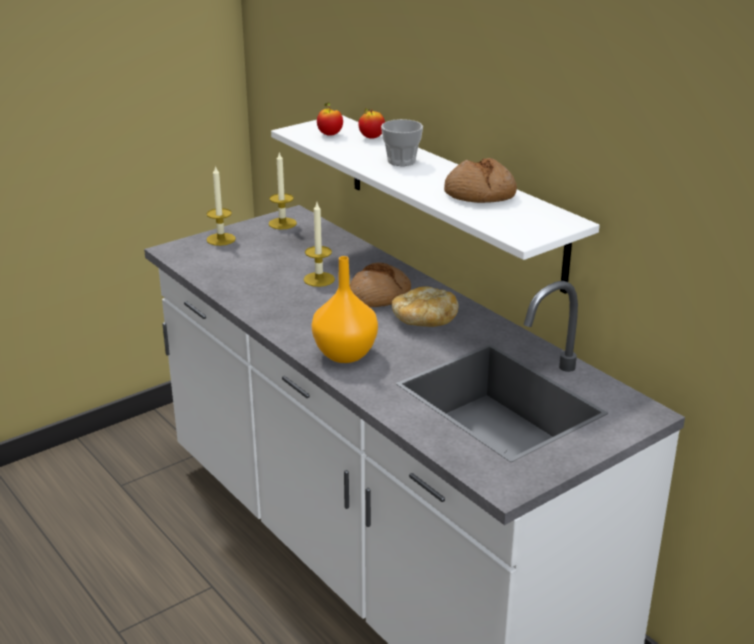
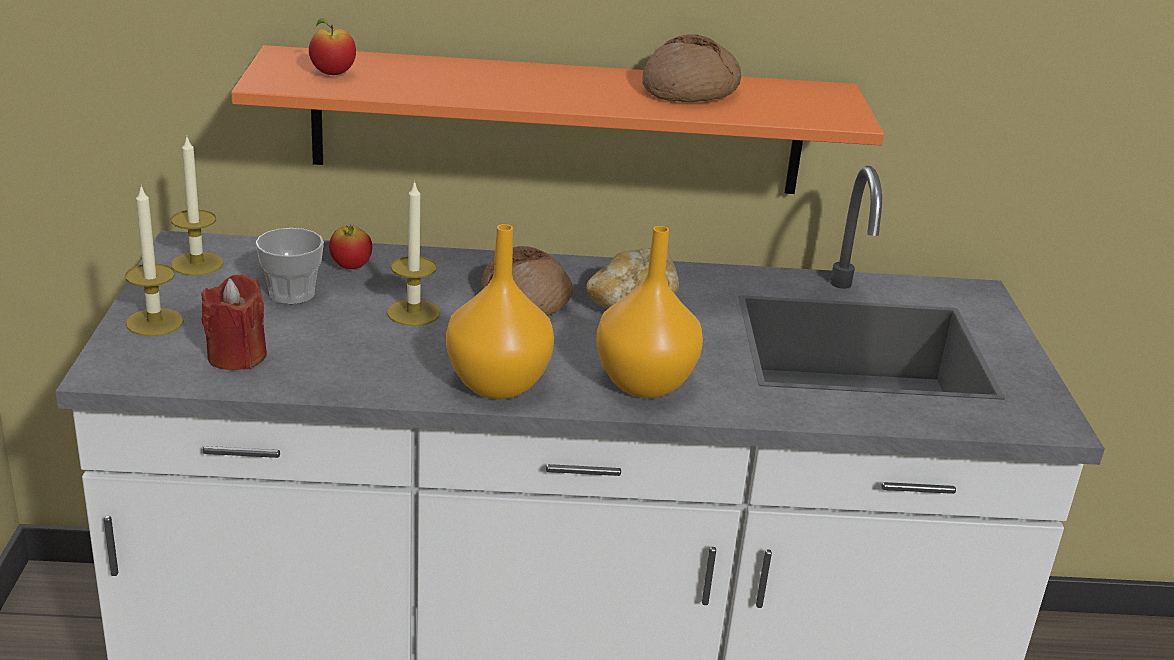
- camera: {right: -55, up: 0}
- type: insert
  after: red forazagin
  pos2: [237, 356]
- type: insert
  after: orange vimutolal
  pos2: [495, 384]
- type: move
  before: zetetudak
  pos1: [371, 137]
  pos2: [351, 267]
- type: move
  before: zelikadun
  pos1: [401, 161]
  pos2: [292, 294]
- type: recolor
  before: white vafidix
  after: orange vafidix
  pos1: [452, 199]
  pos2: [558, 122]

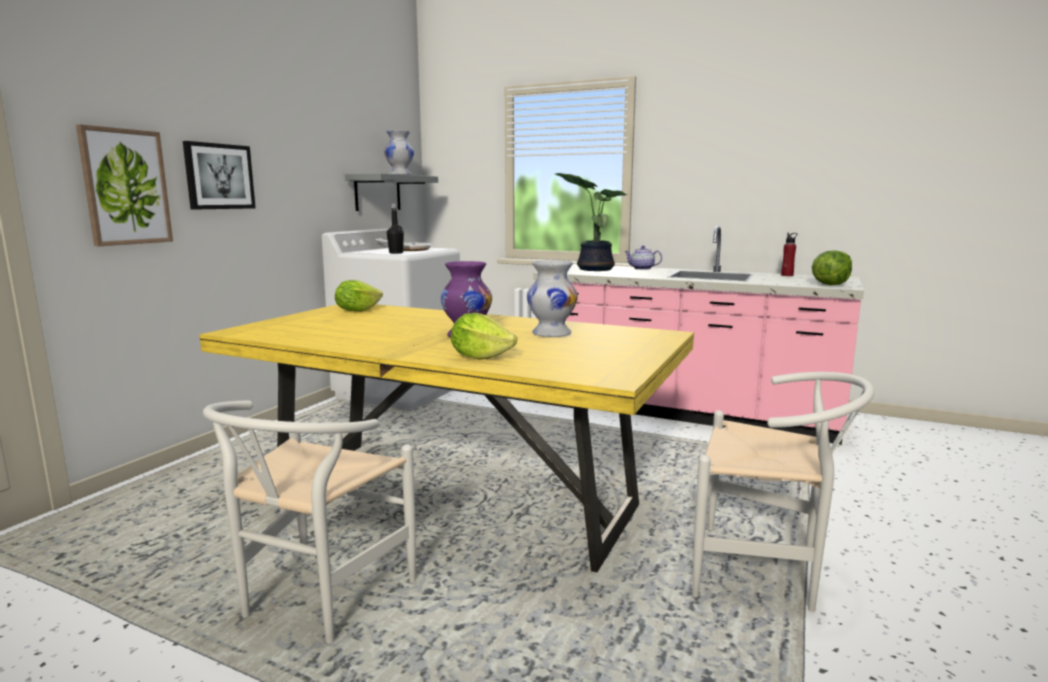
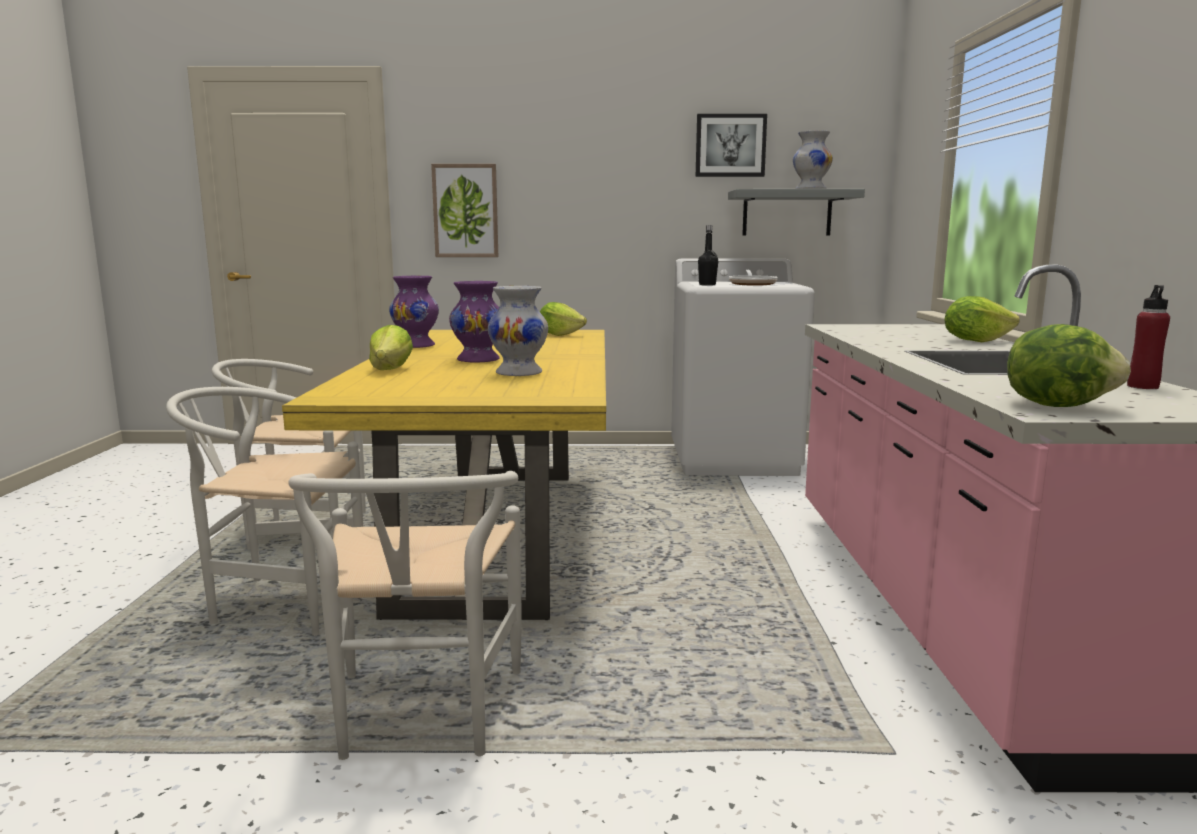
- camera: {right: 65, up: 0}
- type: delete
  before: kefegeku
  pos1: [593, 269]
- type: insert
  after: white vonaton
  pos2: [278, 601]
- type: insert
  after: purple vimutolal
  pos2: [415, 346]
- type: move
  before: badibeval
  pos1: [219, 176]
  pos2: [730, 145]
- type: replace
  before: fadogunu
  after: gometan
  pos1: [641, 269]
  pos2: [975, 341]

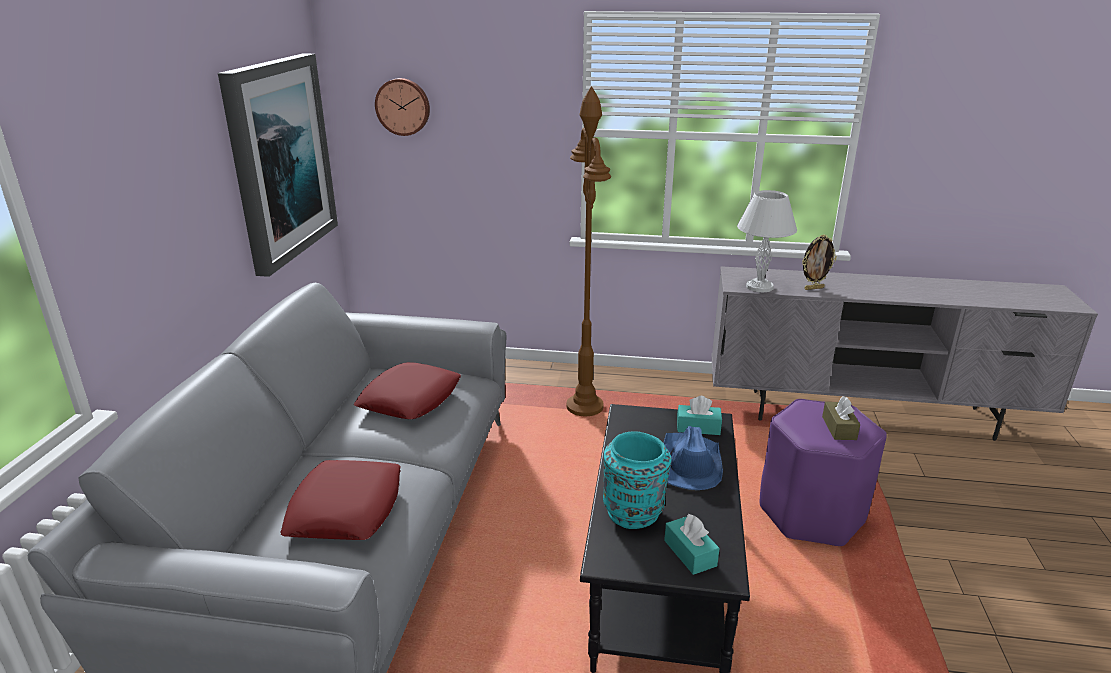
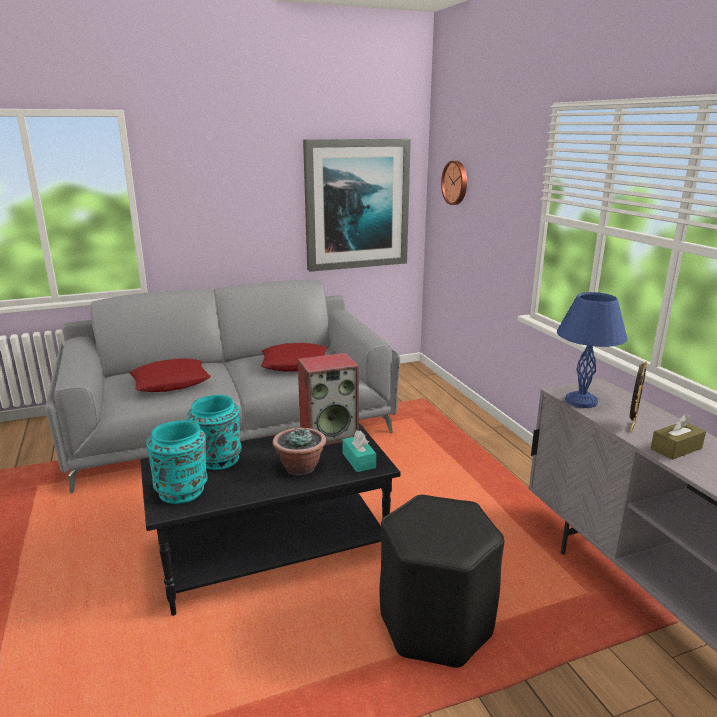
- camera: {right: 60, up: -5}
- type: delete
  before: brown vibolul
  pos1: [584, 407]
- type: insert
  after: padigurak
  pos2: [329, 434]
- type: move
  before: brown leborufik
  pos1: [839, 428]
  pos2: [676, 448]
- type: replace
  before: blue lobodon
  after: kefegeku
  pos1: [689, 463]
  pos2: [300, 468]
- type: replace
  before: turquoise leborufik
  after: turquoise vimutolal
  pos1: [690, 553]
  pos2: [183, 491]
- type: recolor
  before: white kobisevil
  after: blue kobisevil
  pos1: [758, 286]
  pos2: [581, 401]
- type: recolor
  before: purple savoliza
  after: black savoliza
  pos1: [811, 514]
  pos2: [436, 624]
- type: rotate
  before: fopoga
  pos1: [813, 288]
  pos2: [631, 427]
  turn: -105

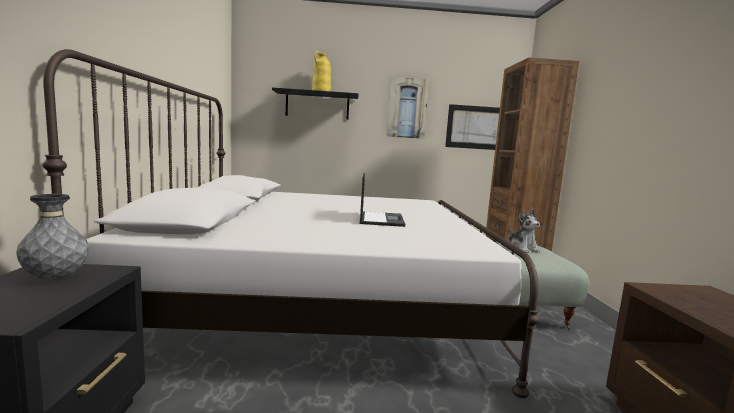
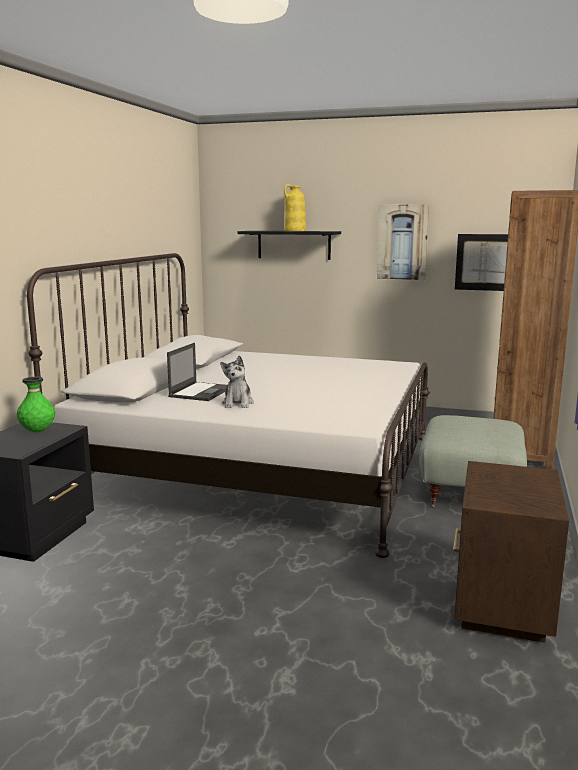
- camera: {right: 20, up: 5}
- type: move
  before: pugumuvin
  pos1: [381, 219]
  pos2: [201, 392]
- type: move
  before: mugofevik
  pos1: [522, 248]
  pos2: [238, 403]
- type: recolor
  before: grey vimutolal
  after: green vimutolal
  pos1: [56, 278]
  pos2: [37, 431]

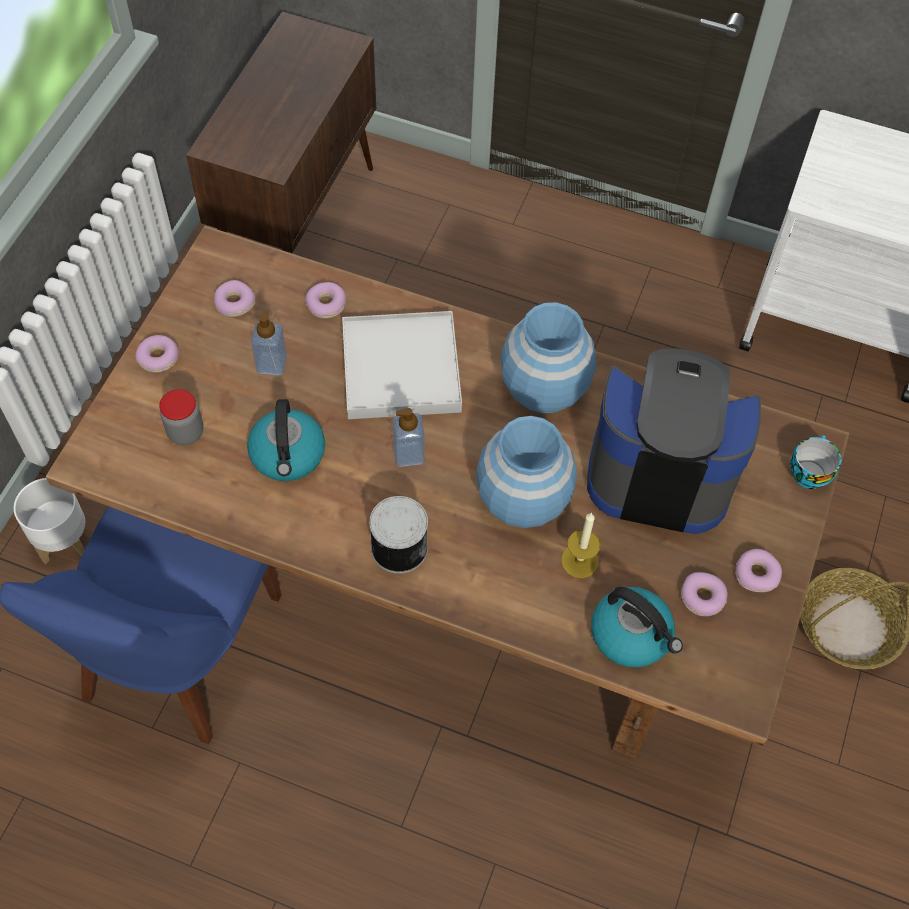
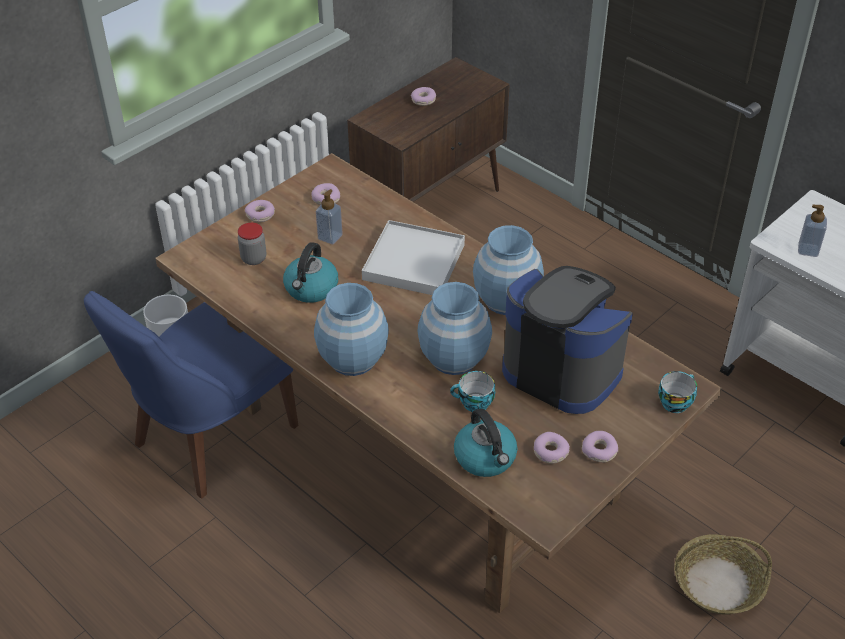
- camera: {right: 25, up: -15}
- type: move
  before: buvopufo
  pos1: [326, 305]
  pos2: [423, 100]
- type: move
  before: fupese
  pos1: [408, 454]
  pos2: [808, 250]
- type: replace
  before: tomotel
  after: blue vimutolal
  pos1: [398, 547]
  pos2: [353, 359]
- type: replace
  before: forazagin
  after: zelikadun
  pos1: [579, 561]
  pos2: [474, 404]

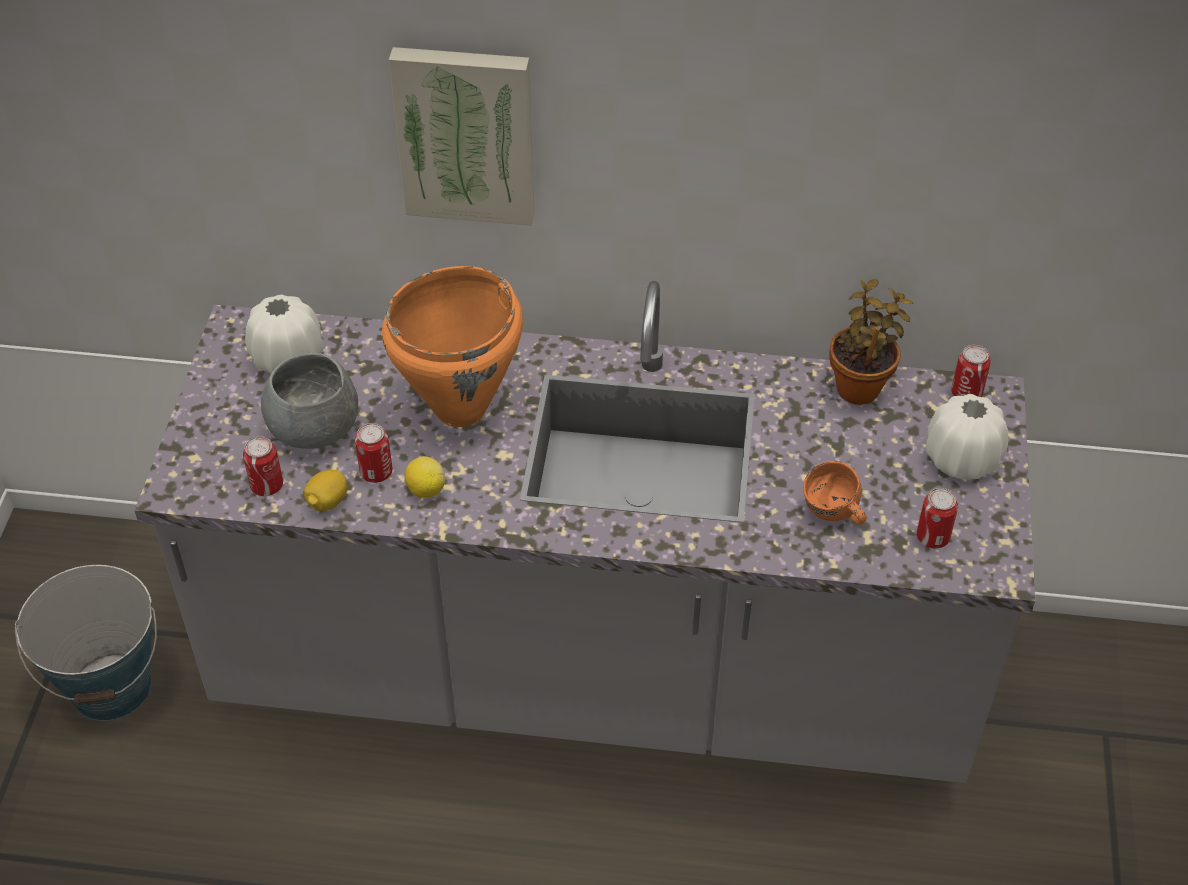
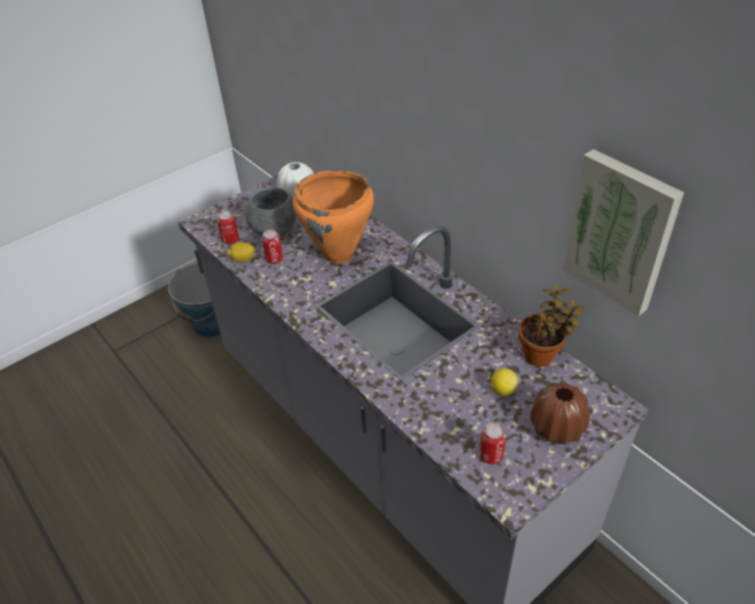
- camera: {right: 45, up: -5}
- type: delete
  before: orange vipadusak
  pos1: [833, 515]
- type: delete
  before: tomotel
  pos1: [966, 393]
- type: move
  before: badibeval
  pos1: [466, 133]
  pos2: [621, 231]
- type: move
  before: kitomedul
  pos1: [426, 489]
  pos2: [503, 390]
- type: recolor
  before: white vimutolal
  after: brown vimutolal
  pos1: [962, 459]
  pos2: [557, 427]

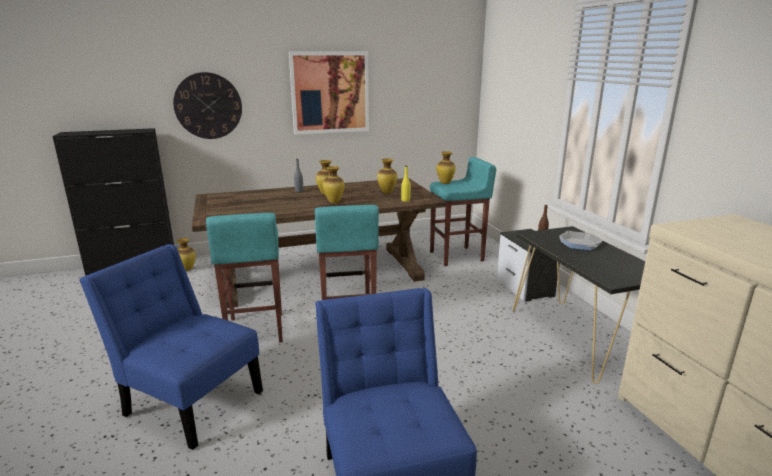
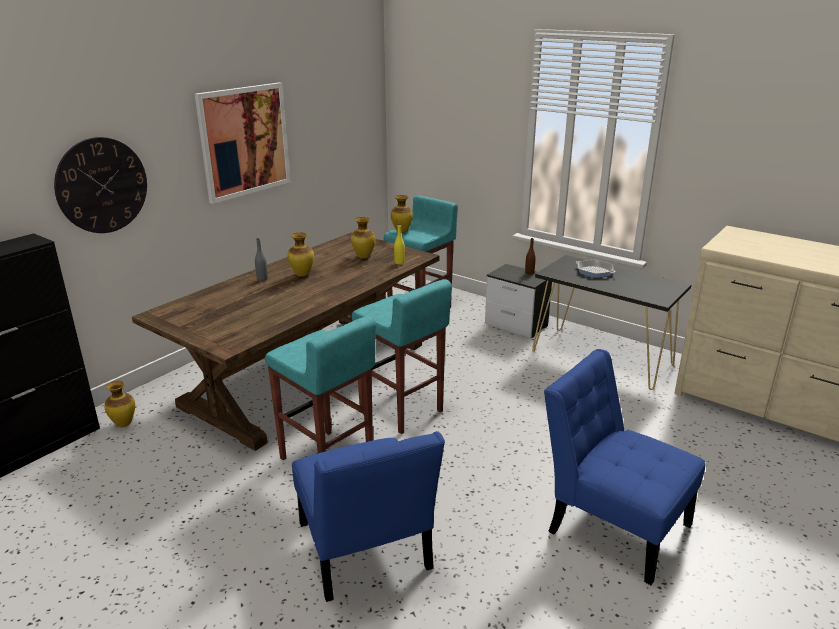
- camera: {right: -35, up: 5}
- type: delete
  before: vimutolal
  pos1: [333, 202]
- type: rotate
  before: blue vonaton
  pos1: [190, 400]
  pos2: [365, 552]
  turn: -105

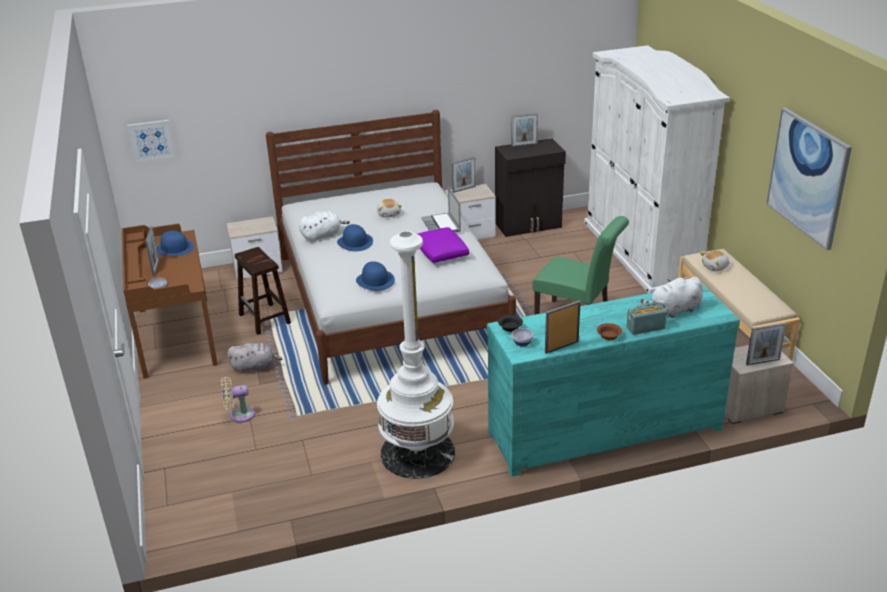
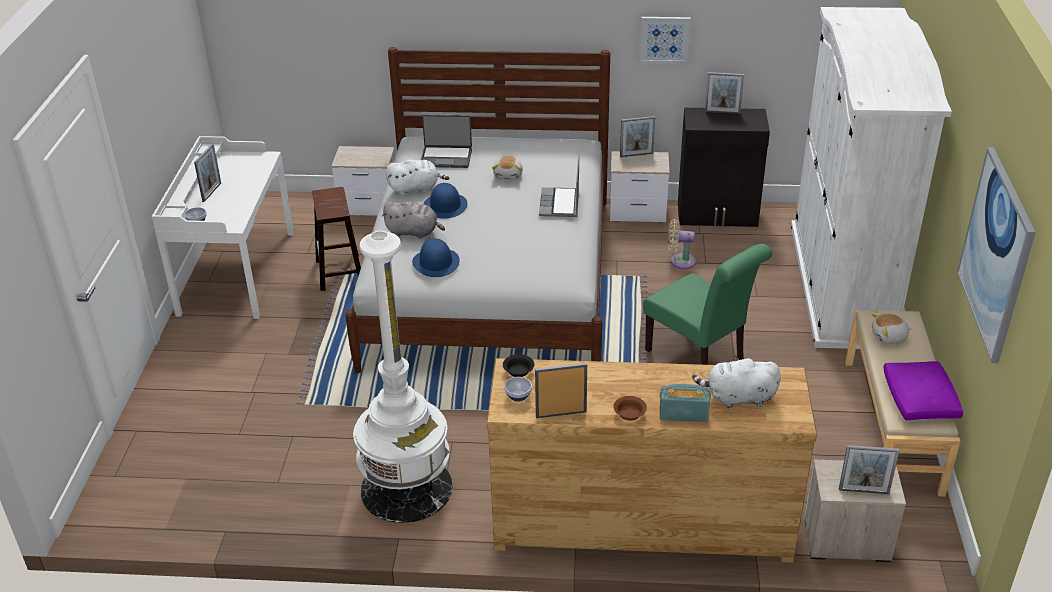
- camera: {right: 20, up: 5}
- type: delete
  before: blue lobodon
  pos1: [175, 248]
- type: insert
  after: pugumuvin
  pos2: [446, 157]
- type: move
  before: badibeval
  pos1: [151, 140]
  pos2: [664, 39]
- type: move
  before: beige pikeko
  pos1: [239, 415]
  pos2: [680, 261]
- type: move
  before: grey mugofevik
  pos1: [254, 367]
  pos2: [414, 232]
- type: move
  before: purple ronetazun
  pos1: [440, 252]
  pos2: [919, 399]
- type: recolor
  before: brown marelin
  after: white marelin
  pos1: [176, 336]
  pos2: [236, 272]
- type: recolor
  before: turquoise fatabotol
  after: brown fatabotol
  pos1: [603, 430]
  pos2: [641, 520]

